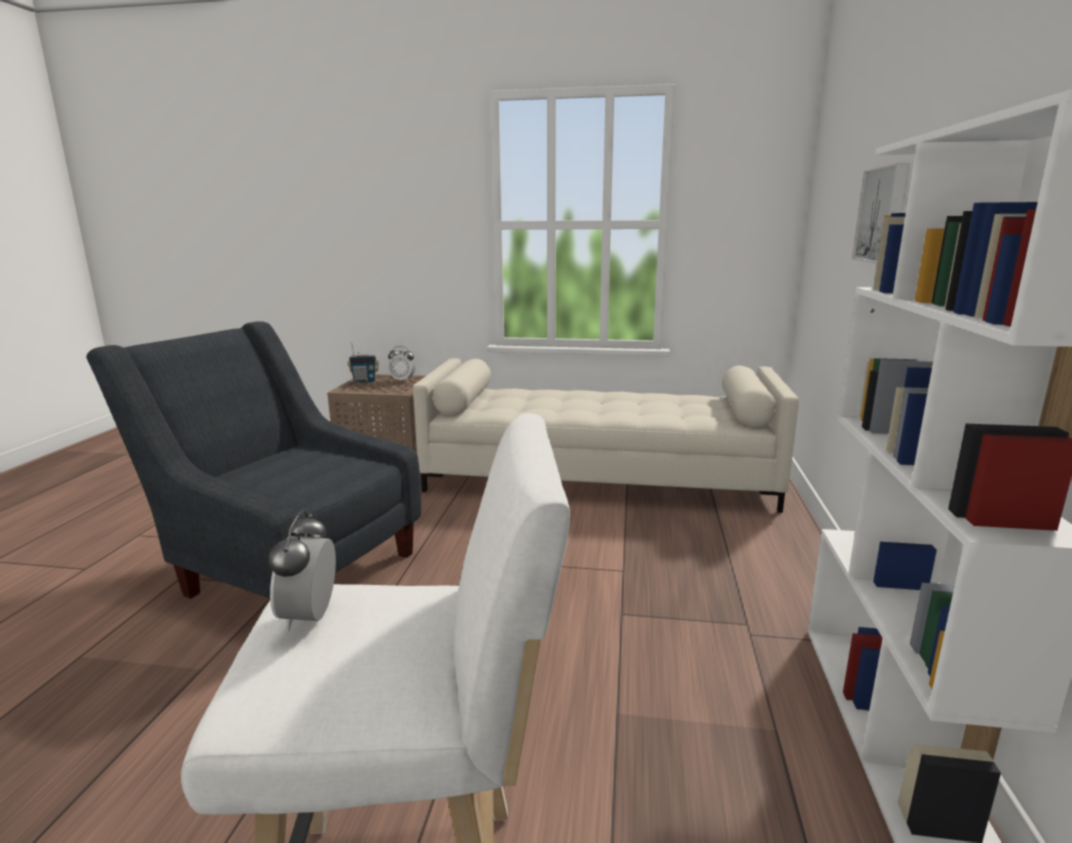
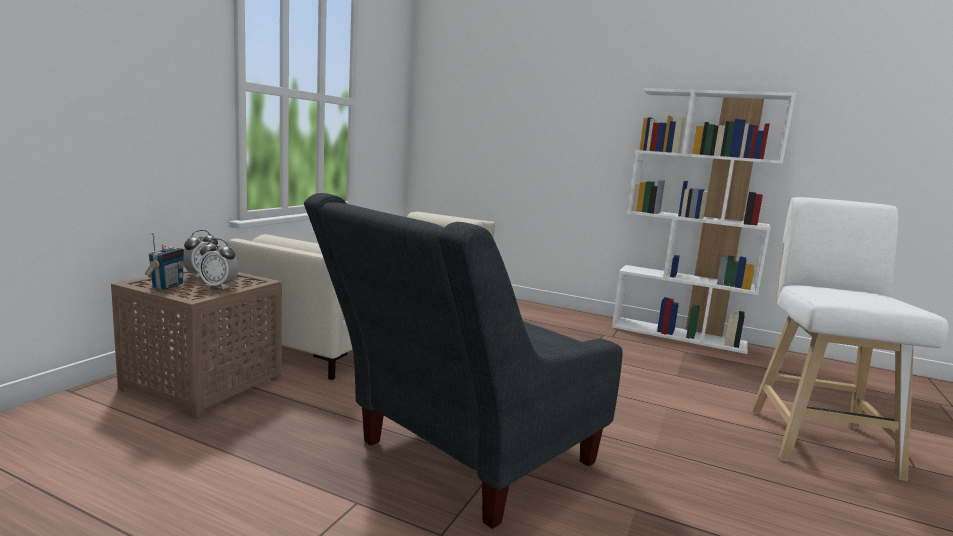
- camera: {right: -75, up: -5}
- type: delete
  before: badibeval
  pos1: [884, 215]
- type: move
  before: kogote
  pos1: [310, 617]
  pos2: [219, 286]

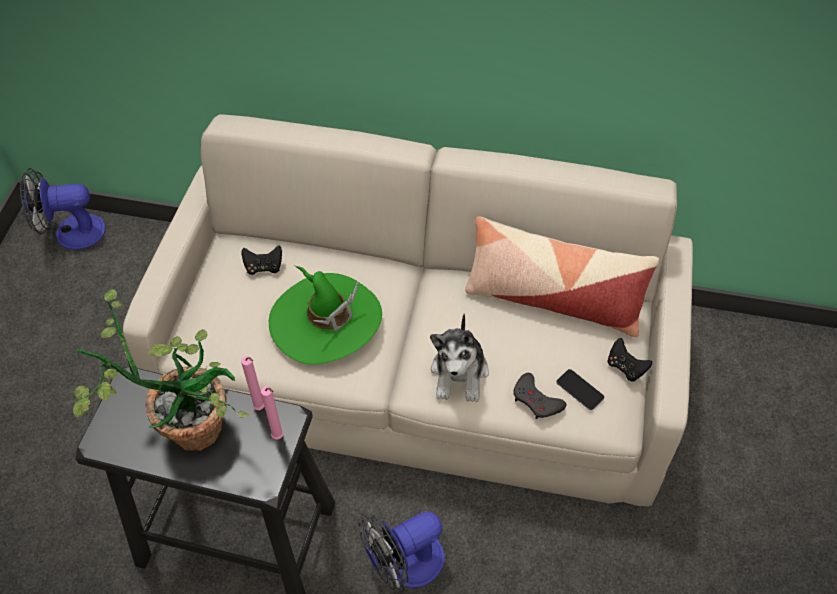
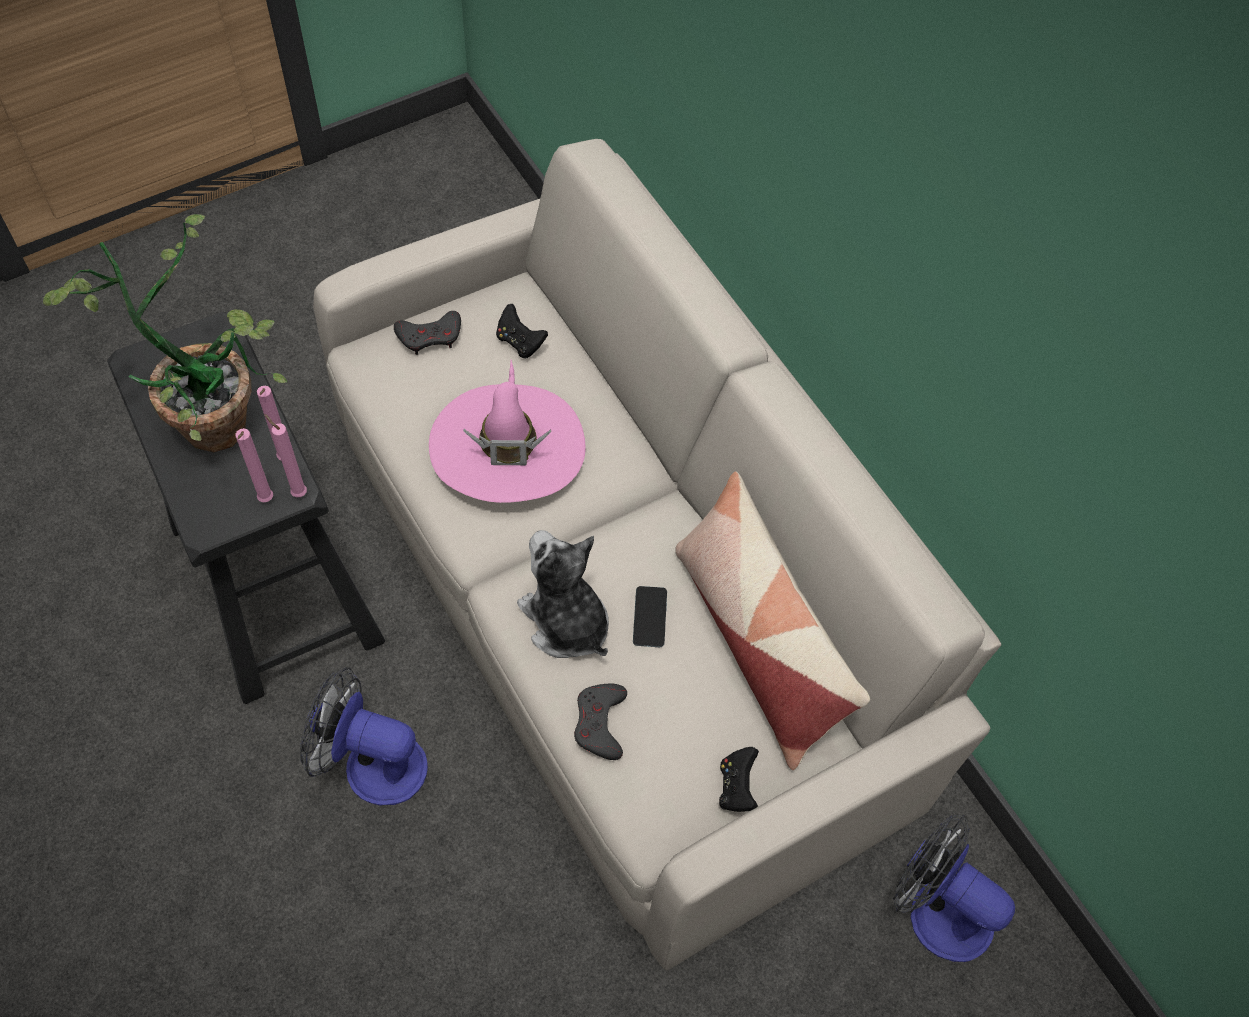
- camera: {right: 45, up: 5}
- type: insert
  after: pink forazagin
  pos2: [297, 492]
- type: insert
  after: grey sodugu
  pos2: [430, 336]
- type: move
  before: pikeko
  pos1: [71, 233]
  pos2: [937, 909]
- type: move
  before: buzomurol
  pos1: [580, 390]
  pos2: [650, 617]
- type: recolor
  before: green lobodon
  after: pink lobodon
  pos1: [326, 321]
  pos2: [508, 448]
- type: rotate
  before: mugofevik
  pos1: [459, 373]
  pos2: [565, 621]
  turn: 90

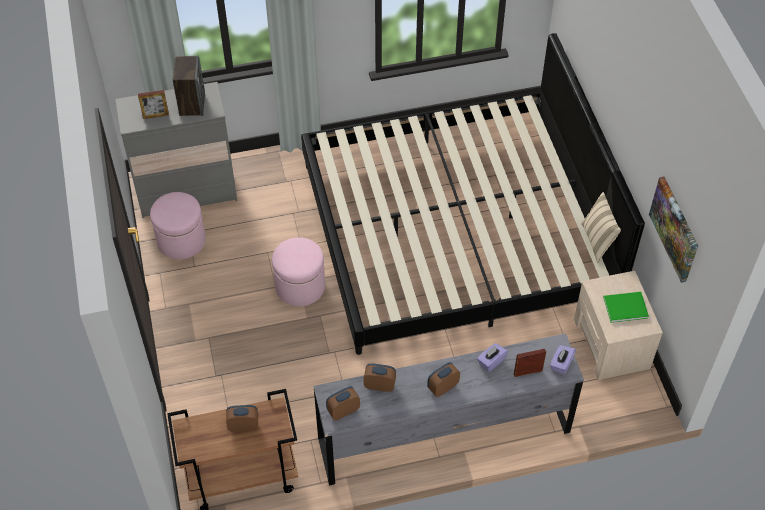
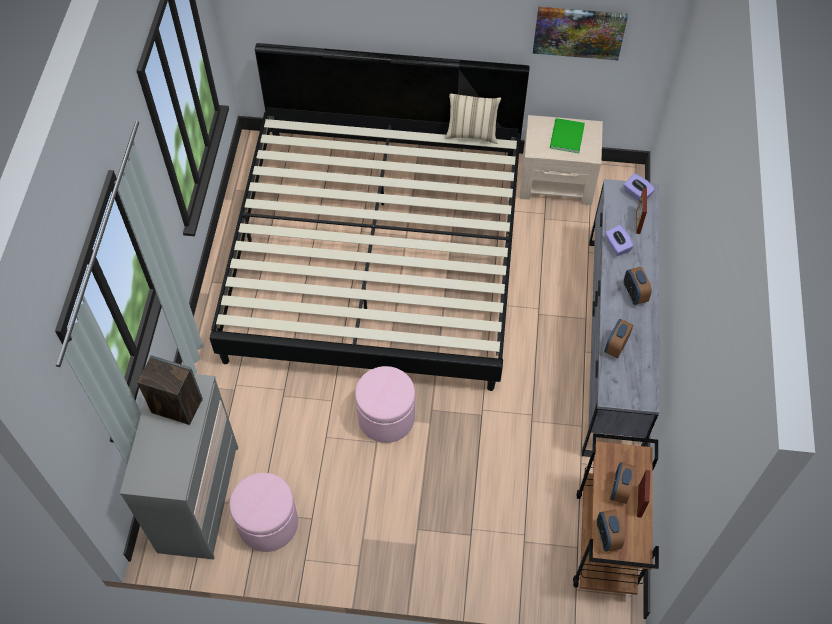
- camera: {right: -70, up: 5}
- type: move
  before: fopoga
  pos1: [156, 115]
  pos2: [639, 501]
- type: move
  before: kogote
  pos1: [343, 411]
  pos2: [607, 536]

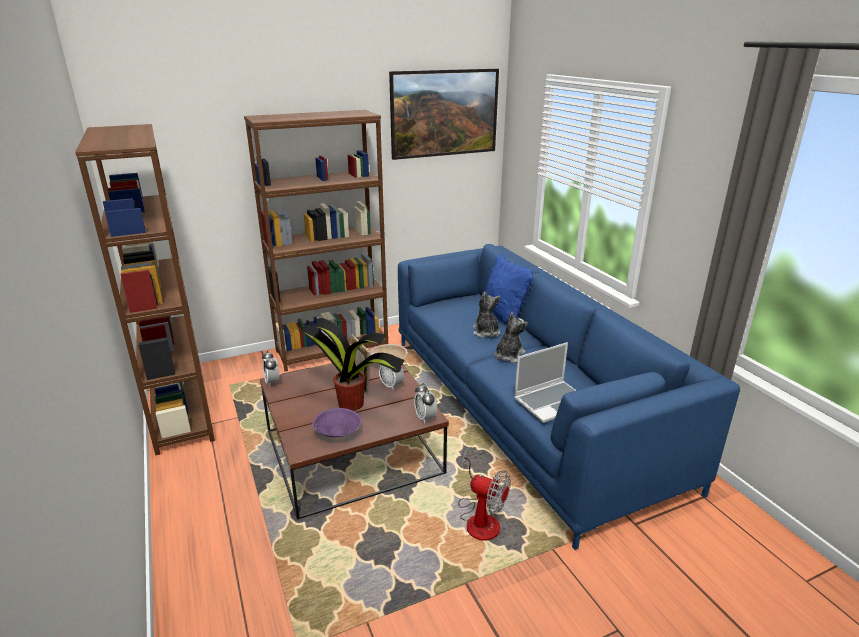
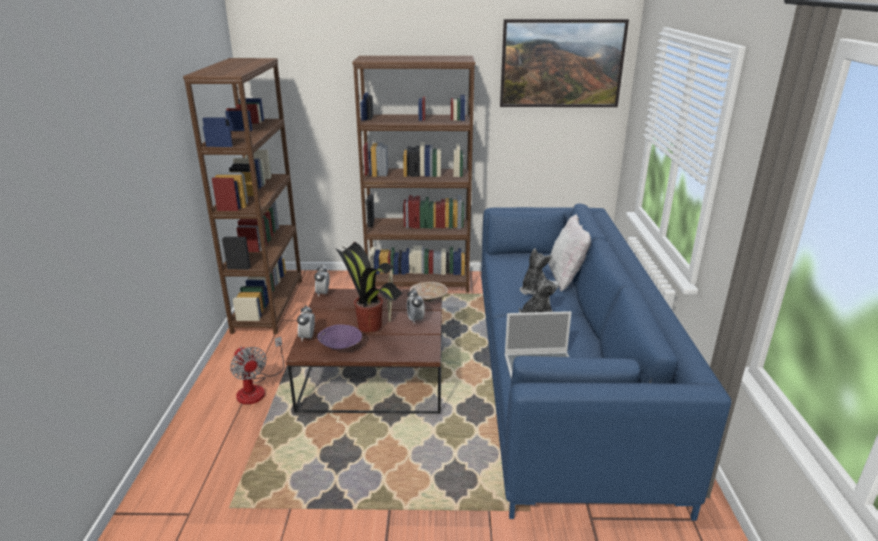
- camera: {right: 25, up: 0}
- type: move
  before: kogote
  pos1: [425, 417]
  pos2: [307, 337]
- type: move
  before: pikeko
  pos1: [480, 518]
  pos2: [256, 389]
- type: recolor
  before: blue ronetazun
  after: white ronetazun
  pos1: [503, 316]
  pos2: [565, 279]

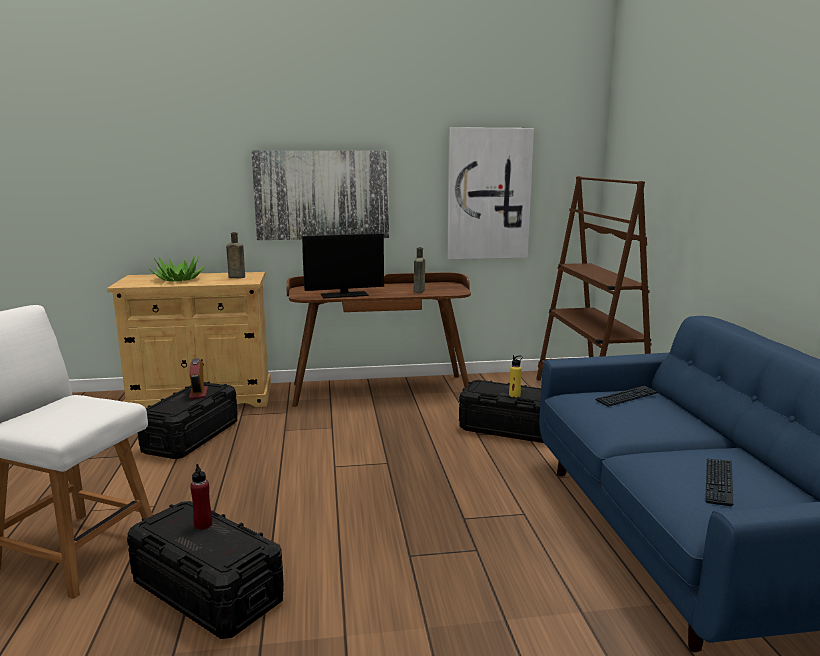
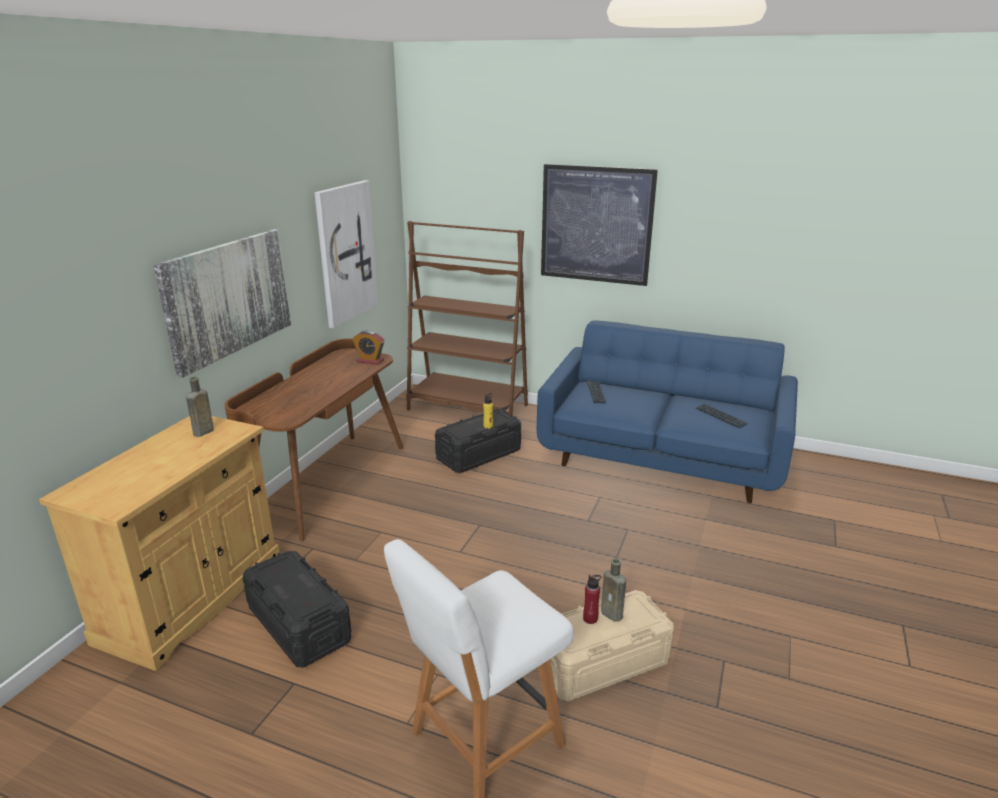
- camera: {right: -60, up: 10}
- type: delete
  before: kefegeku
  pos1: [179, 279]
- type: delete
  before: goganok
  pos1: [344, 295]
- type: insert
  after: badibeval
  pos2: [596, 225]
- type: move
  before: kogote
  pos1: [198, 393]
  pos2: [370, 361]
- type: move
  before: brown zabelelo
  pos1: [419, 291]
  pos2: [613, 615]
- type: recolor
  before: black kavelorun
  after: beige kavelorun
  pos1: [207, 591]
  pos2: [601, 662]

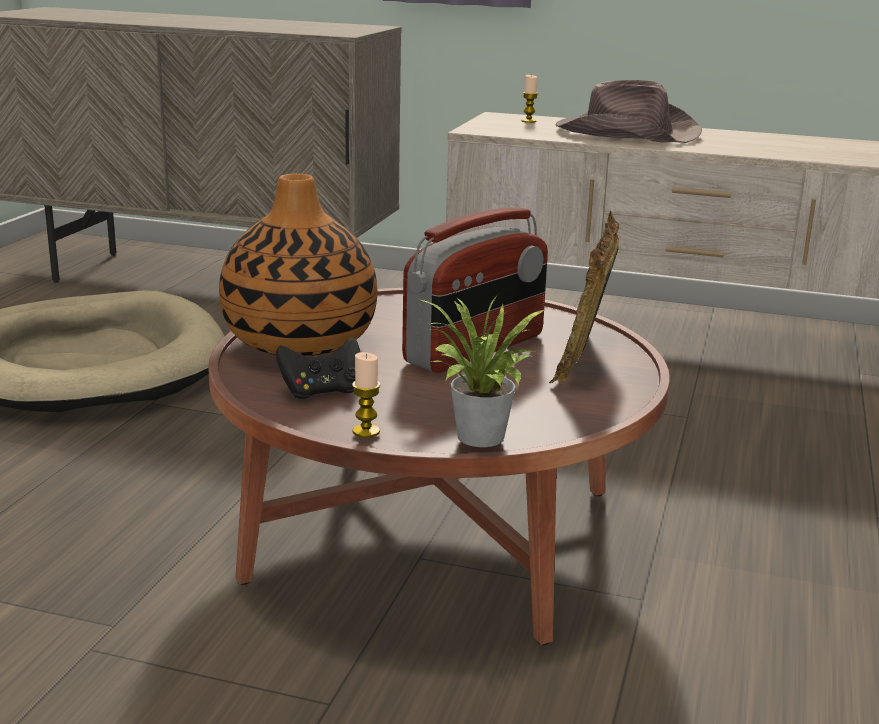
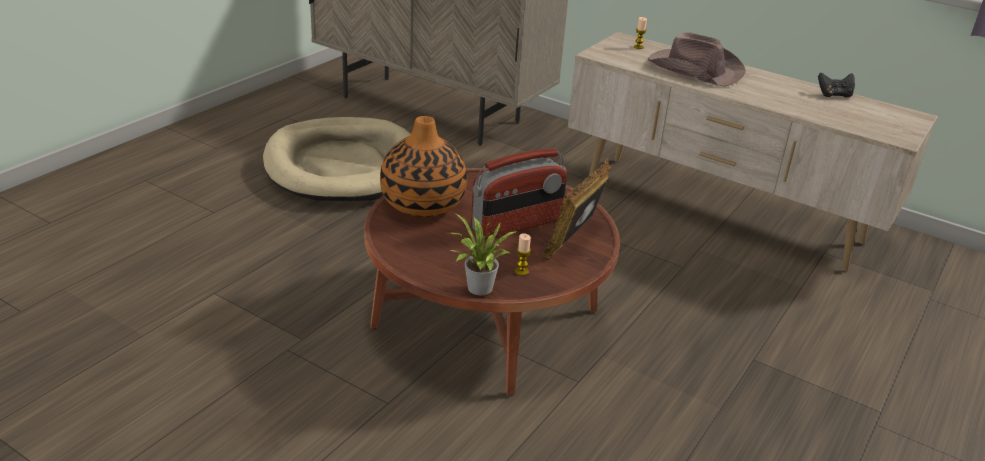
- camera: {right: 15, up: 10}
- type: move
  before: black sodugu
  pos1: [322, 391]
  pos2: [834, 95]
- type: move
  before: forazagin
  pos1: [366, 431]
  pos2: [521, 271]

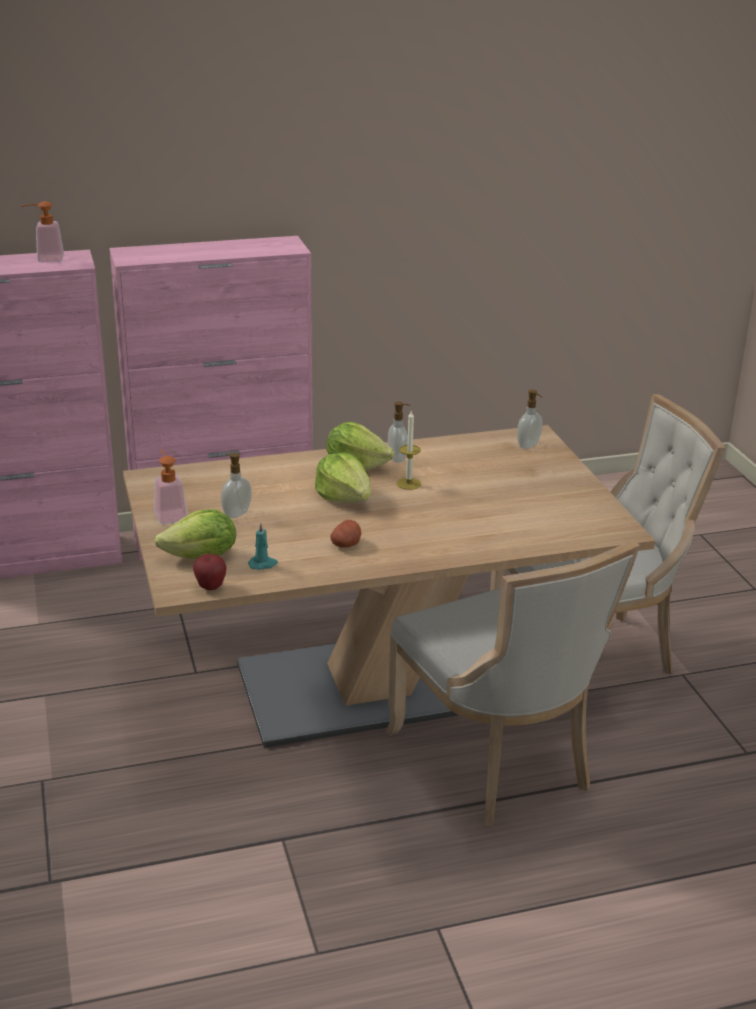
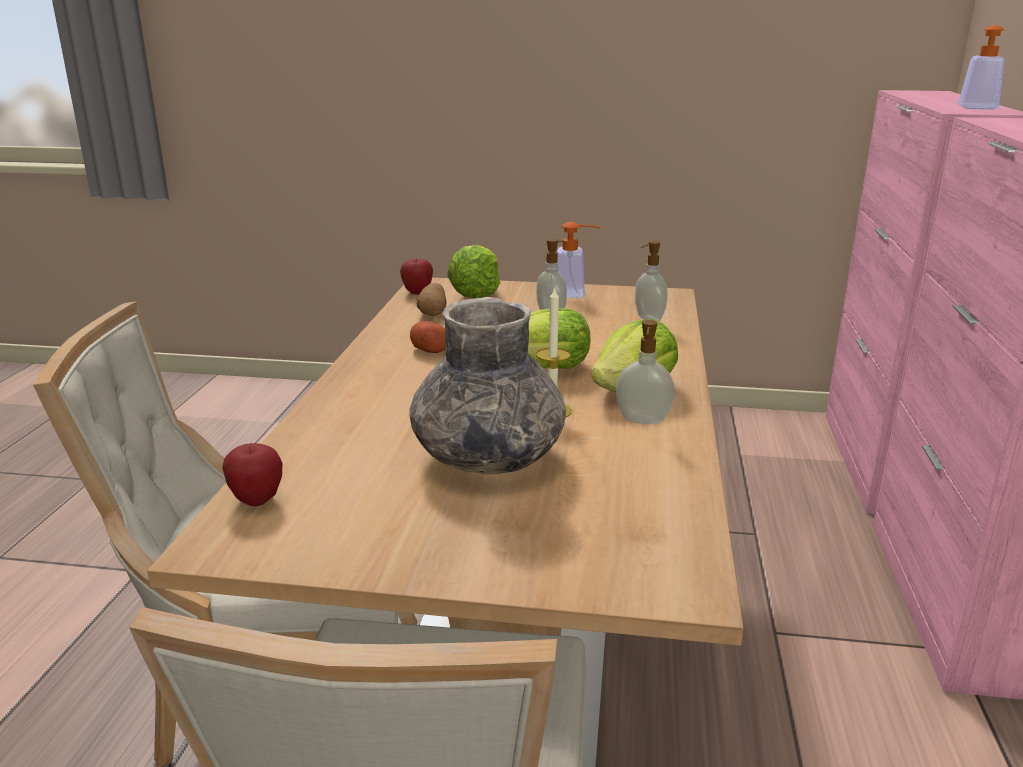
- camera: {right: 115, up: -5}
- type: insert
  after: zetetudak
  pos2: [257, 500]
- type: insert
  after: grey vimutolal
  pos2: [487, 456]
- type: move
  before: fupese
  pos1: [529, 446]
  pos2: [648, 319]
- type: replace
  before: turquoise forazagin
  after: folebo
  pos1: [263, 564]
  pos2: [433, 313]

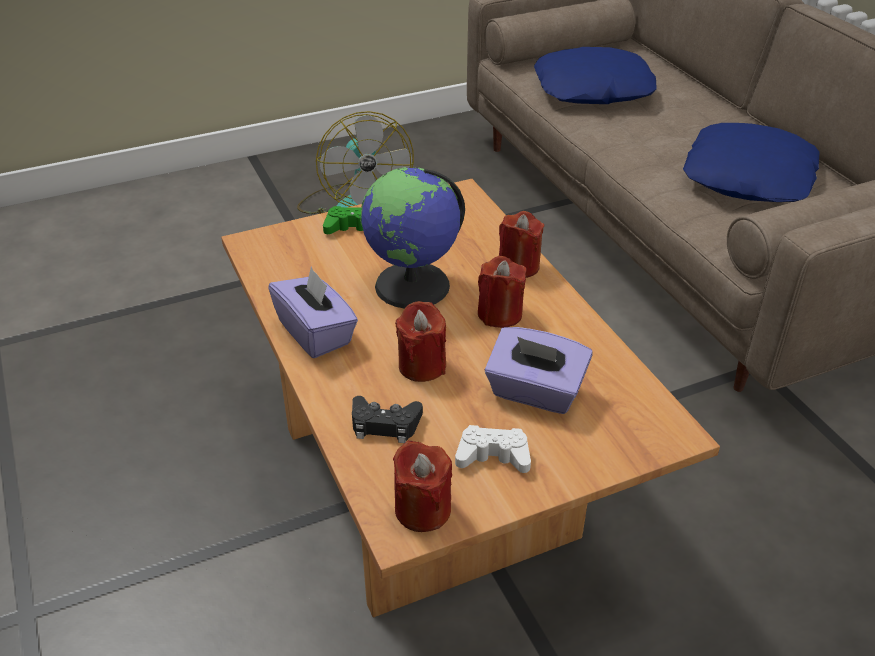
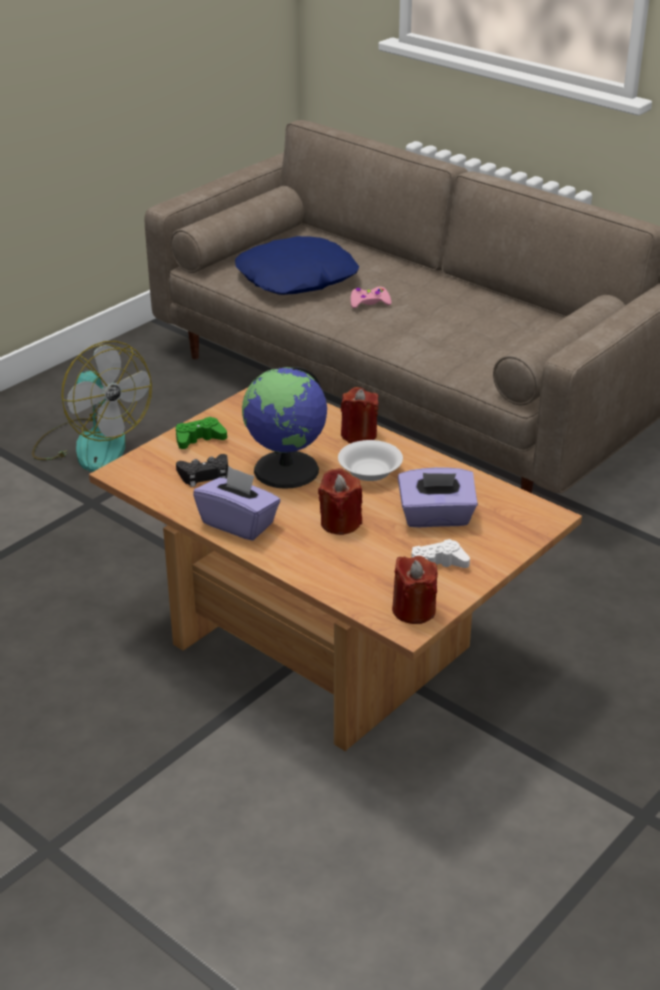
- camera: {right: -25, up: -5}
- type: delete
  before: blue ronetazun
  pos1: [749, 177]
- type: insert
  after: pink sodugu
  pos2: [369, 303]
- type: move
  before: black sodugu
  pos1: [385, 424]
  pos2: [204, 475]
- type: replace
  before: red forazagin
  after: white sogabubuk
  pos1: [500, 314]
  pos2: [370, 472]

